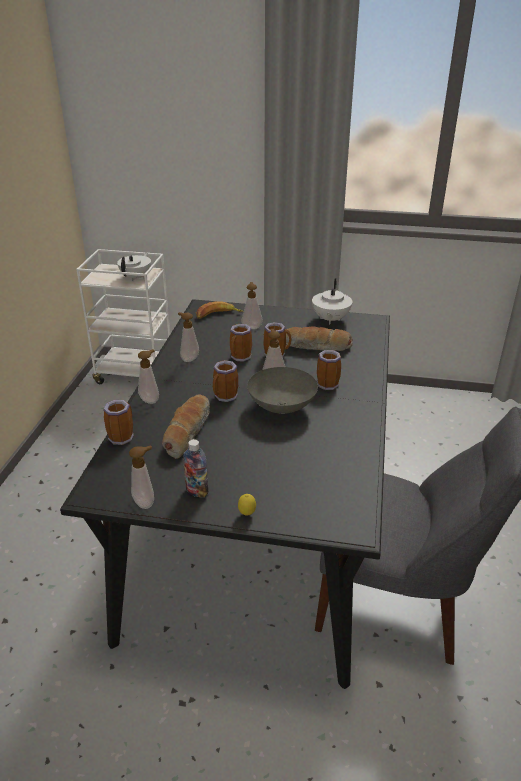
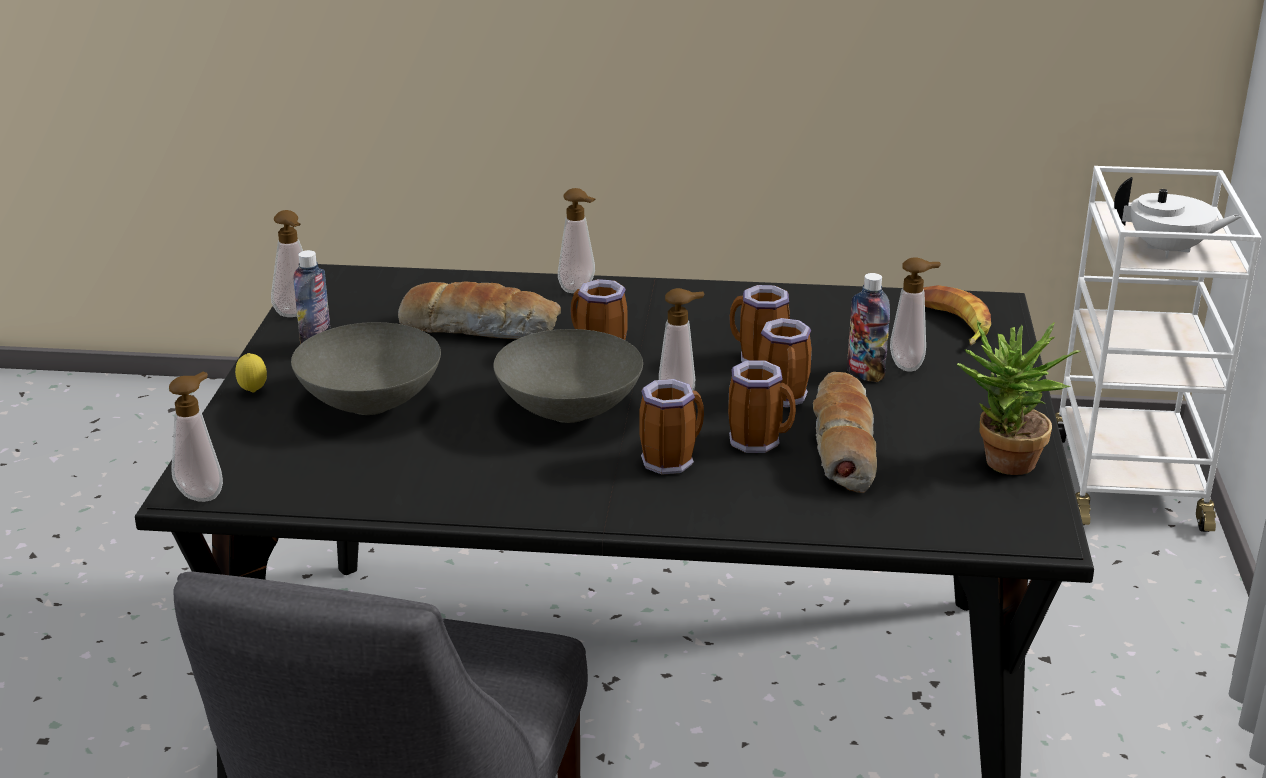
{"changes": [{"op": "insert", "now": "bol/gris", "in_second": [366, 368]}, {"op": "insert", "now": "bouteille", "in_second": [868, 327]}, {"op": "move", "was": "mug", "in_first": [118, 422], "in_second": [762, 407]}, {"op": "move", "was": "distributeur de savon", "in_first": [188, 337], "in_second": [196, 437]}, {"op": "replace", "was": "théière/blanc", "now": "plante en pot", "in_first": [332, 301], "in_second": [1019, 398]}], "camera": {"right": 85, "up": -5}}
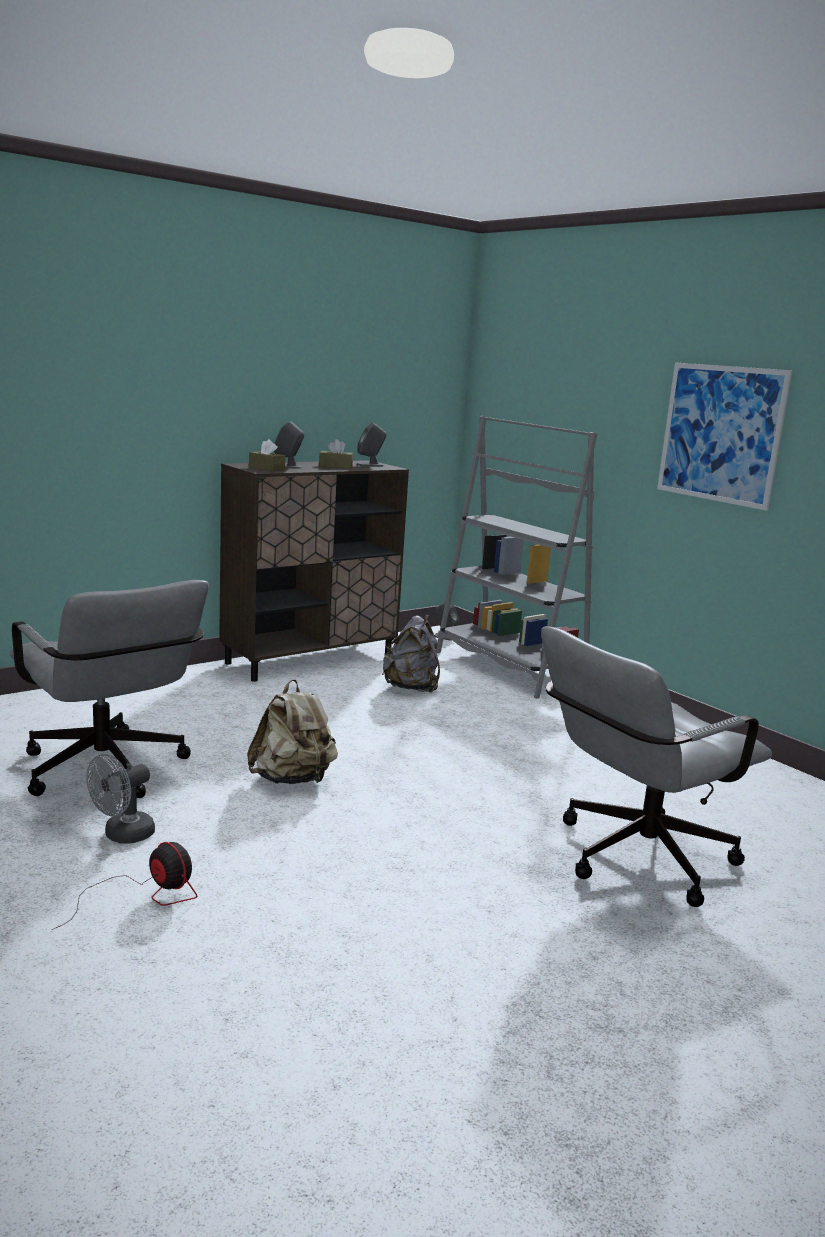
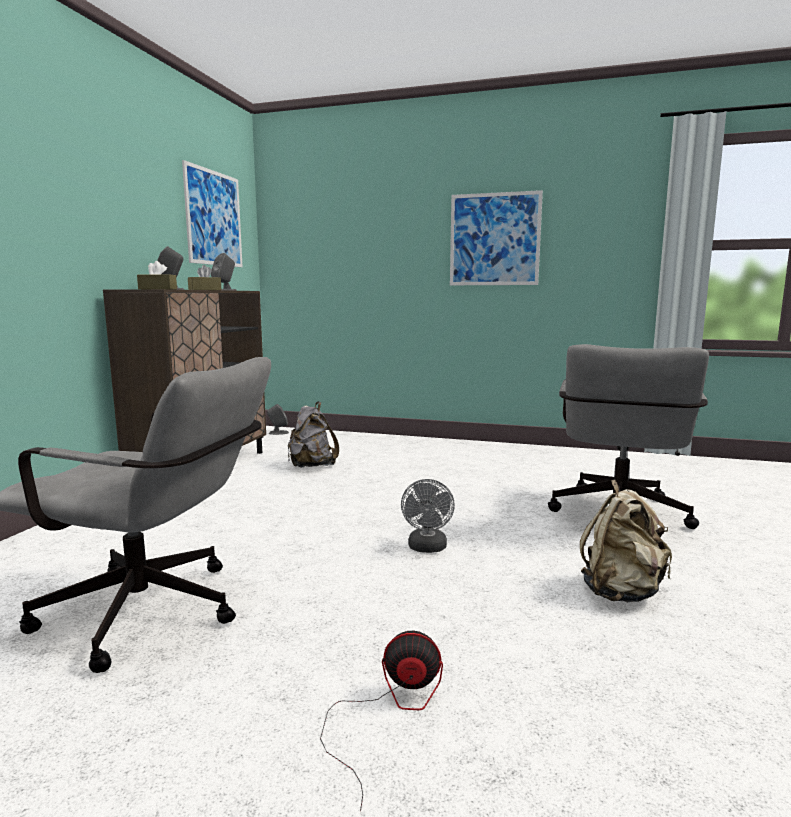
{"changes": [{"op": "delete", "was": "bibliothèque/gris", "in_first": [516, 557]}, {"op": "insert", "now": "tableau", "in_second": [212, 213]}, {"op": "move", "was": "ventilateur/gris", "in_first": [120, 799], "in_second": [428, 516]}, {"op": "move", "was": "sac à dos/beige", "in_first": [292, 731], "in_second": [626, 541]}], "camera": {"right": -35, "up": -5}}
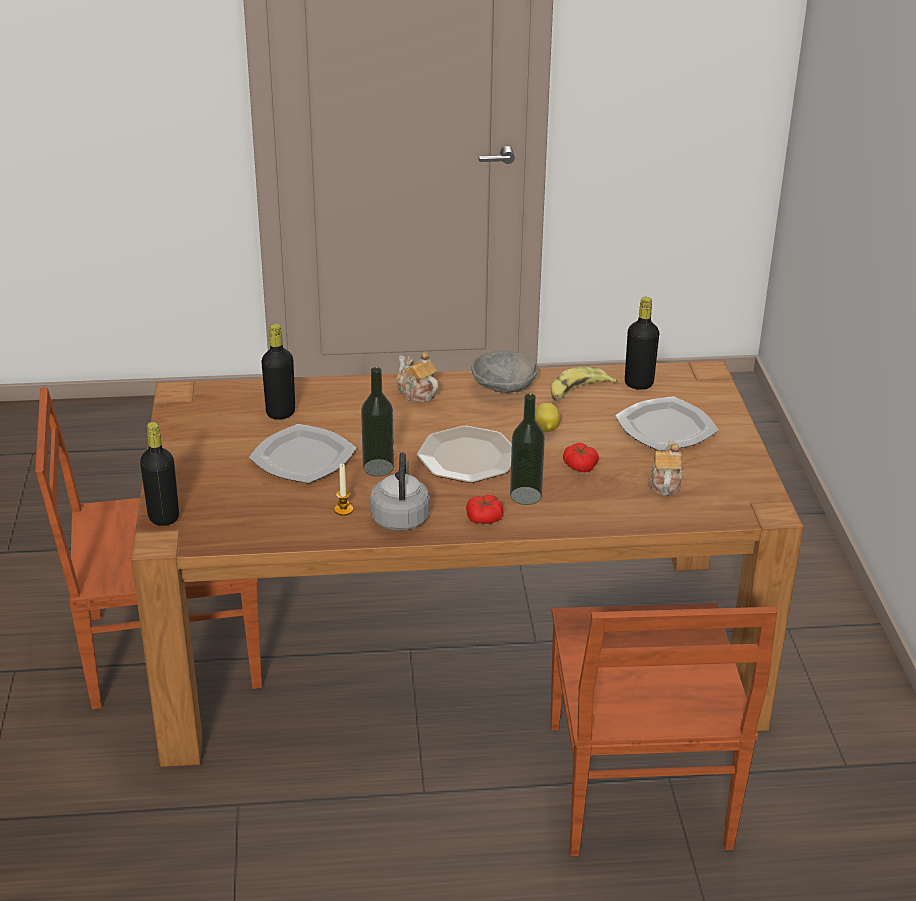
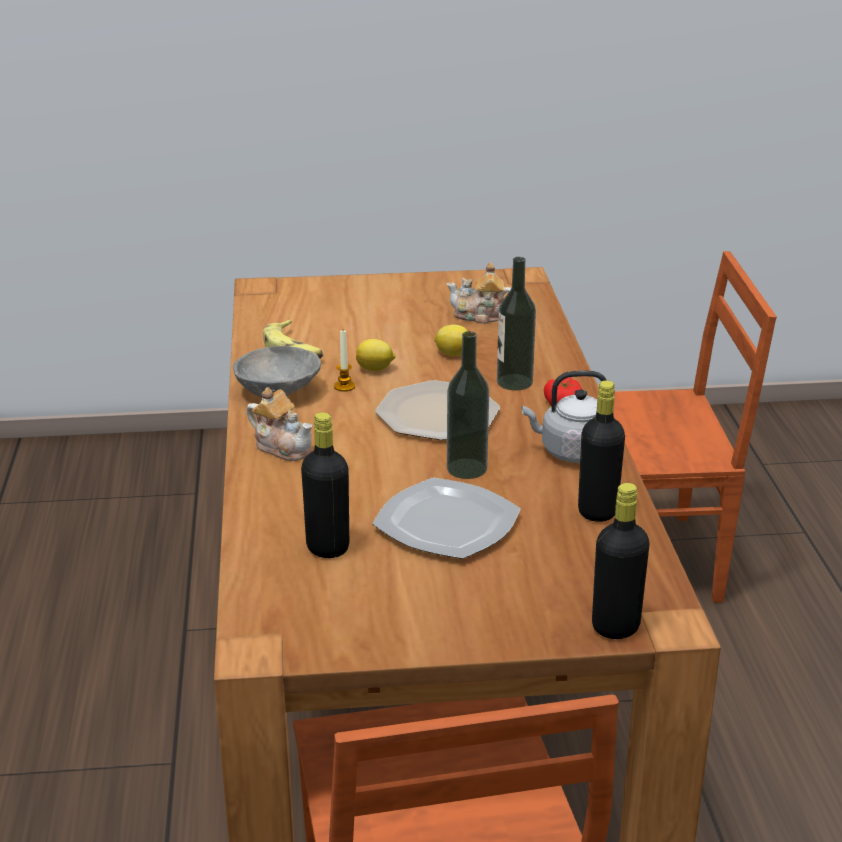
{"changes": [{"op": "delete", "was": "assiette", "in_first": [667, 423]}, {"op": "move", "was": "bougie", "in_first": [343, 489], "in_second": [344, 361]}, {"op": "move", "was": "bouteille/noir", "in_first": [642, 343], "in_second": [601, 451]}, {"op": "replace", "was": "tomate", "now": "citron", "in_first": [581, 457], "in_second": [451, 340]}, {"op": "rotate", "was": "théière", "in_first": [417, 377], "in_second": [279, 424], "clockwise": -105}], "camera": {"right": -90, "up": -5}}
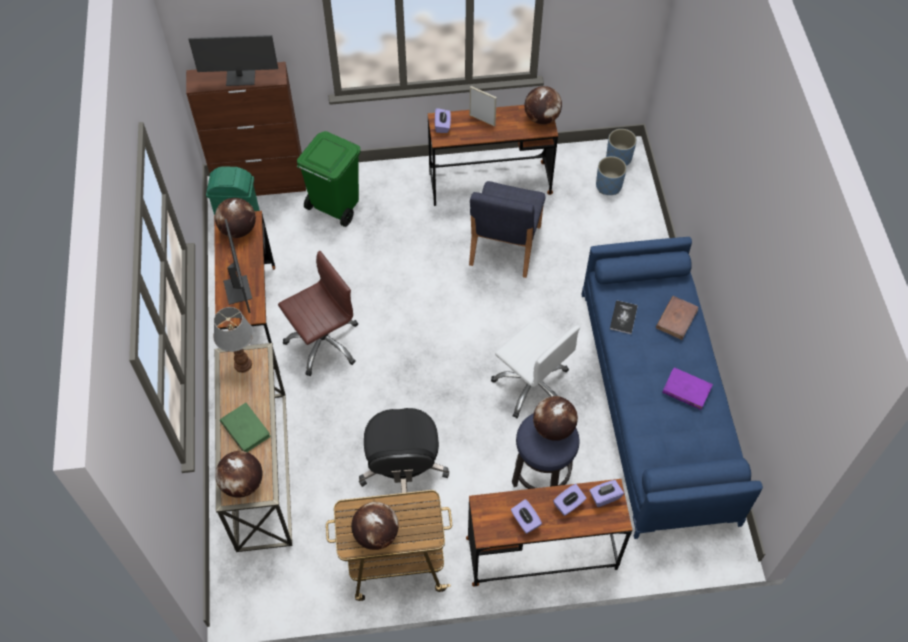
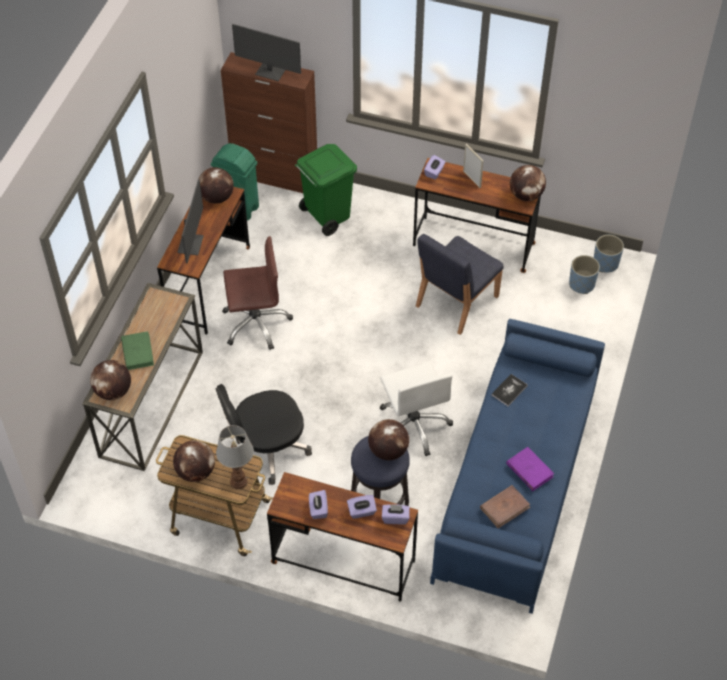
{"changes": [{"op": "move", "was": "lampe de table", "in_first": [233, 340], "in_second": [235, 457]}, {"op": "move", "was": "livre/marron", "in_first": [677, 318], "in_second": [505, 507]}, {"op": "rotate", "was": "chaise de bureau/noir", "in_first": [404, 459], "in_second": [264, 434], "clockwise": 45}], "camera": {"right": 25, "up": -5}}
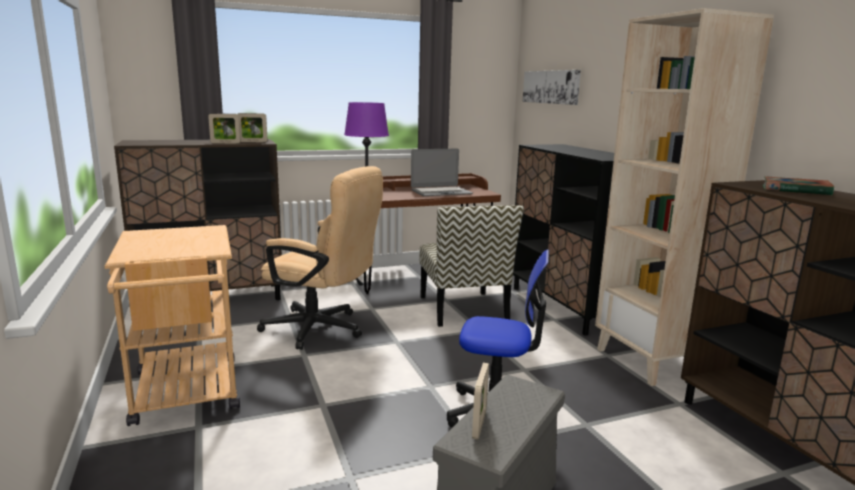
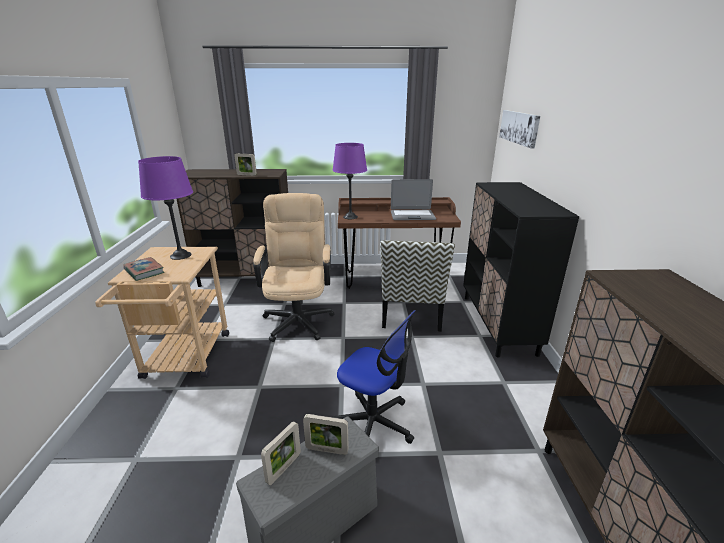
{"changes": [{"op": "delete", "was": "bibliothèque/beige", "in_first": [684, 197]}, {"op": "insert", "now": "lampe de table/violet", "in_second": [165, 208]}, {"op": "move", "was": "cadre photo", "in_first": [252, 127], "in_second": [326, 434]}, {"op": "move", "was": "livre", "in_first": [798, 185], "in_second": [143, 269]}, {"op": "rotate", "was": "chaise de bureau/beige", "in_first": [320, 258], "in_second": [294, 267], "clockwise": -135}], "camera": {"right": 20, "up": 10}}
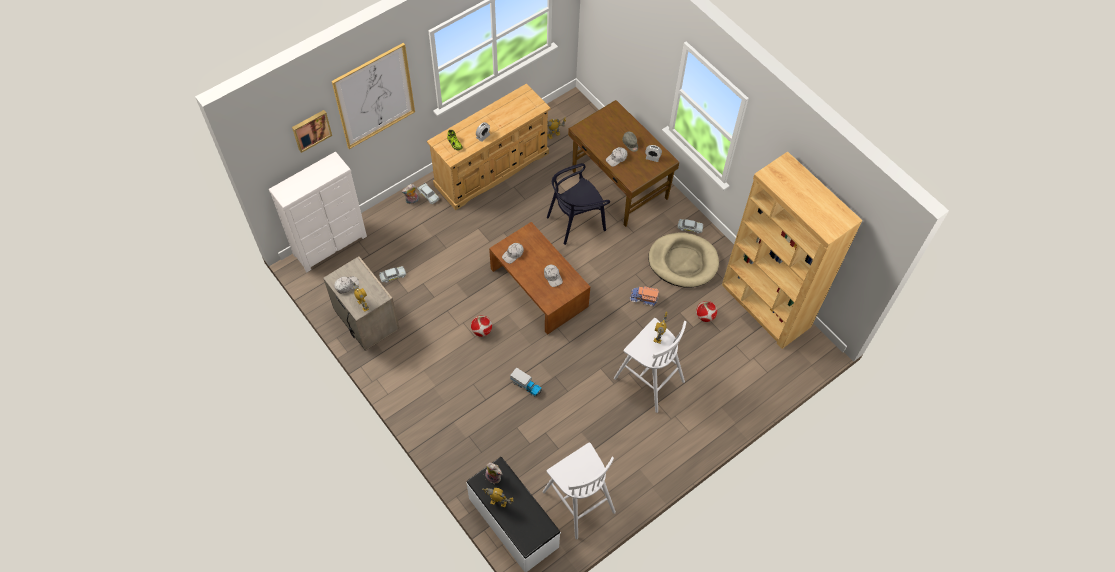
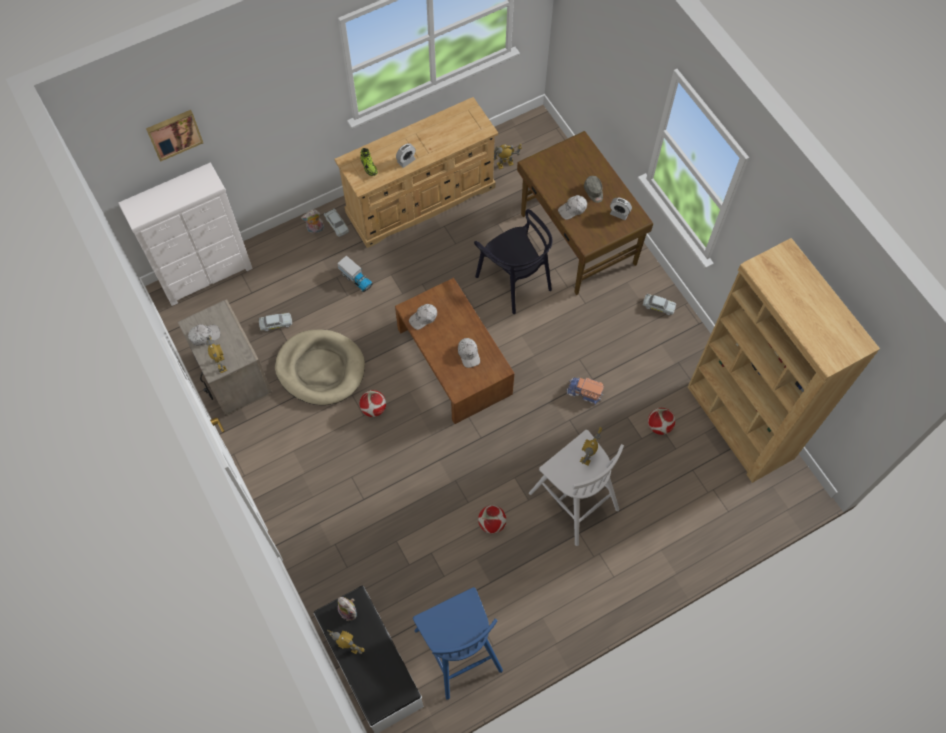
{"changes": [{"op": "delete", "was": "tableau", "in_first": [373, 96]}, {"op": "insert", "now": "ballon de foot", "in_second": [492, 519]}, {"op": "move", "was": "camion jouet", "in_first": [526, 382], "in_second": [355, 273]}, {"op": "move", "was": "panier pour chien/beige", "in_first": [683, 259], "in_second": [320, 367]}, {"op": "recolor", "was": "tabouret/blanc", "now": "tabouret/bleu", "in_first": [579, 491], "in_second": [458, 643]}, {"op": "rotate", "was": "chaise/noir", "in_first": [578, 204], "in_second": [513, 261], "clockwise": -105}], "camera": {"right": 10, "up": 5}}
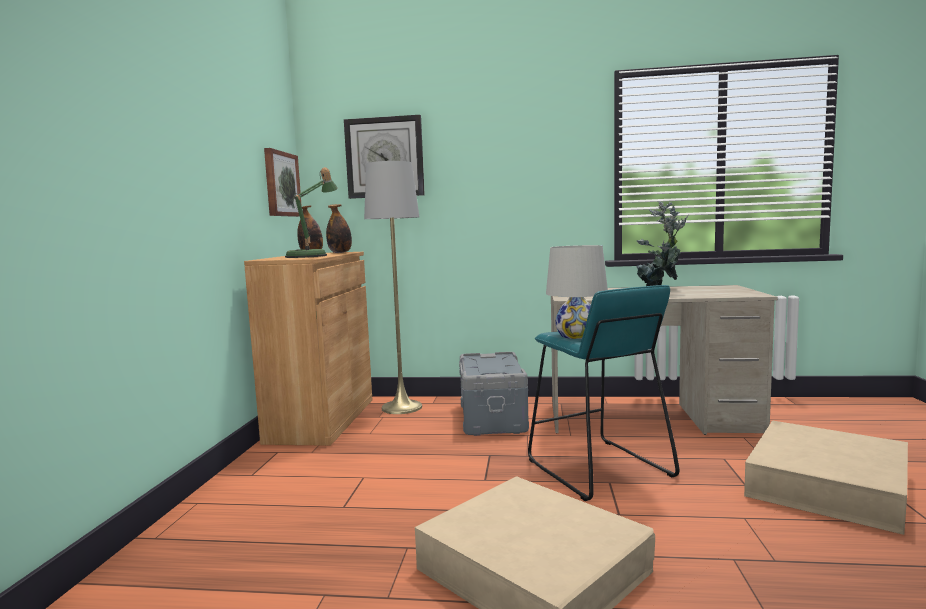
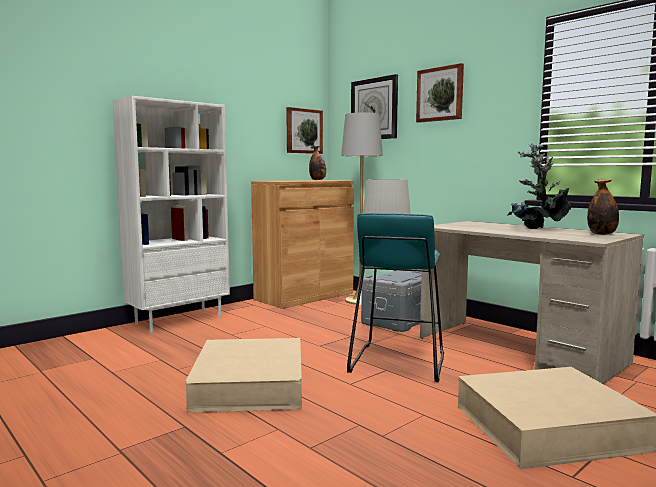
{"changes": [{"op": "delete", "was": "lampe de table", "in_first": [311, 212]}, {"op": "insert", "now": "bibliothèque/blanc", "in_second": [171, 214]}, {"op": "insert", "now": "tableau", "in_second": [440, 93]}, {"op": "move", "was": "bouteille", "in_first": [339, 228], "in_second": [603, 207]}], "camera": {"right": 40, "up": 0}}
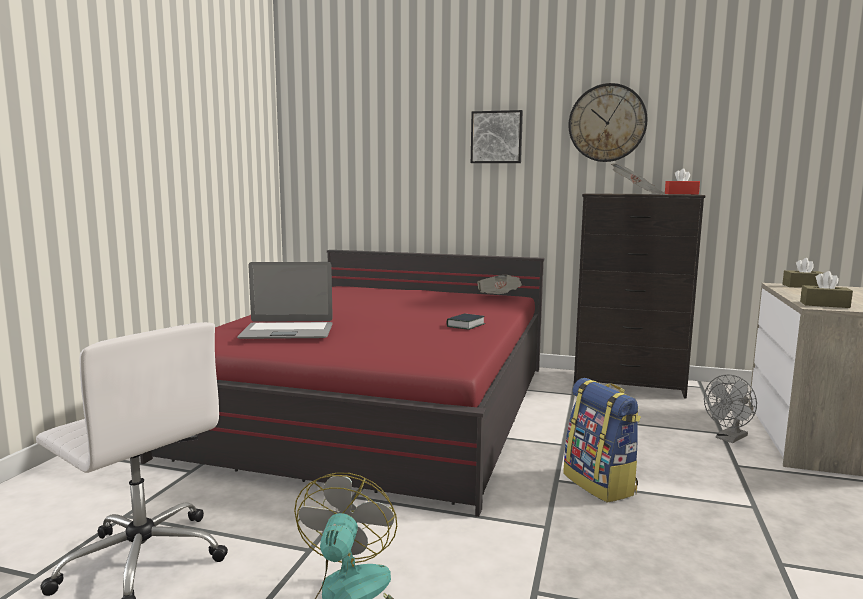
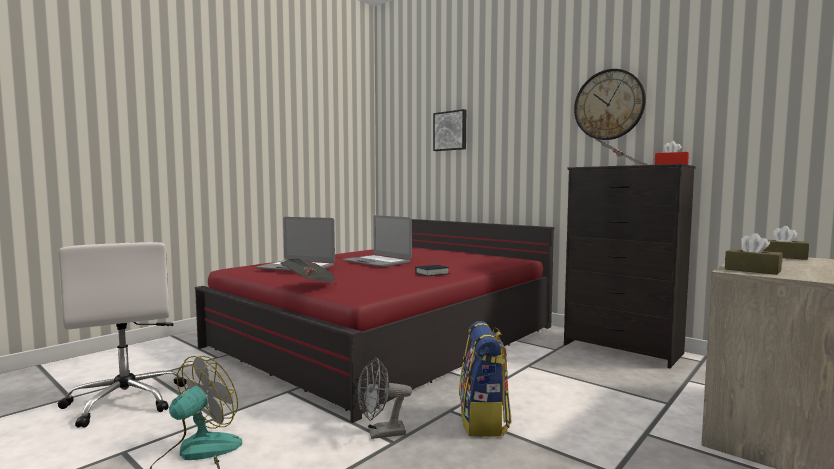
{"changes": [{"op": "insert", "now": "ordinateur portable", "in_second": [377, 241]}, {"op": "move", "was": "tableau", "in_first": [497, 136], "in_second": [449, 130]}, {"op": "move", "was": "journal", "in_first": [499, 284], "in_second": [308, 270]}, {"op": "move", "was": "ventilateur/gris", "in_first": [730, 409], "in_second": [384, 398]}], "camera": {"right": 25, "up": -5}}
